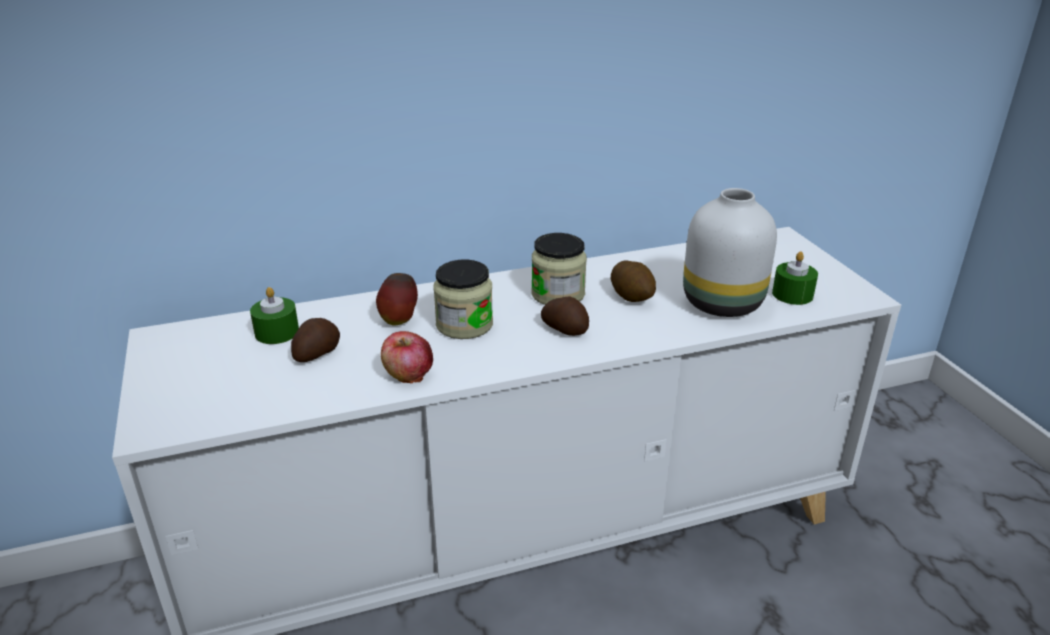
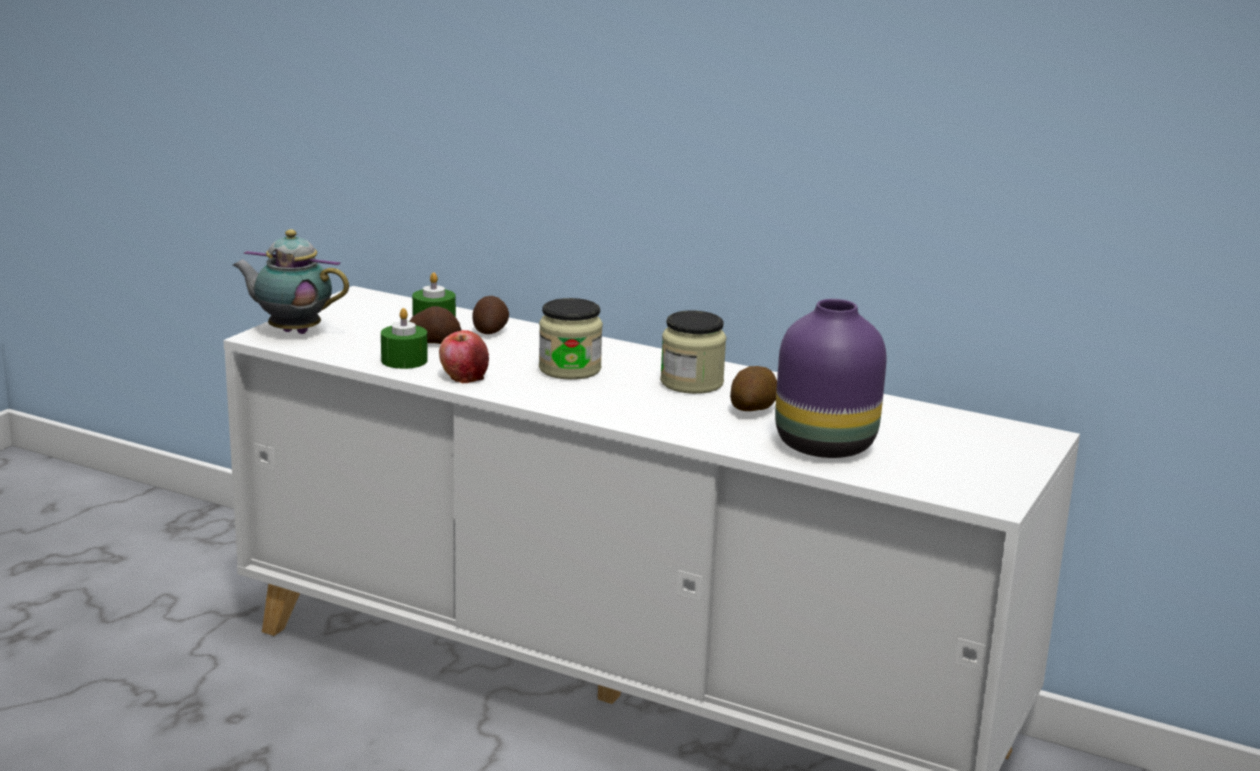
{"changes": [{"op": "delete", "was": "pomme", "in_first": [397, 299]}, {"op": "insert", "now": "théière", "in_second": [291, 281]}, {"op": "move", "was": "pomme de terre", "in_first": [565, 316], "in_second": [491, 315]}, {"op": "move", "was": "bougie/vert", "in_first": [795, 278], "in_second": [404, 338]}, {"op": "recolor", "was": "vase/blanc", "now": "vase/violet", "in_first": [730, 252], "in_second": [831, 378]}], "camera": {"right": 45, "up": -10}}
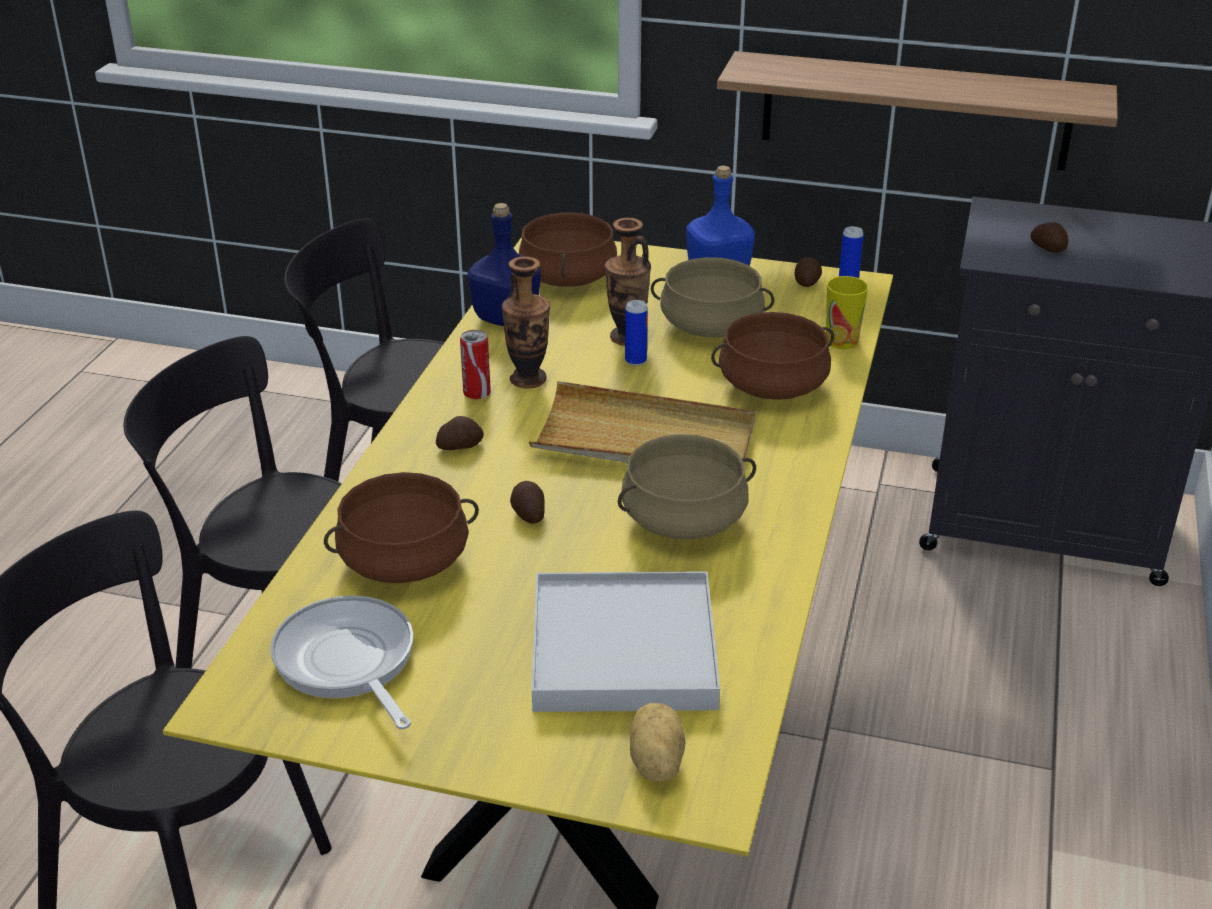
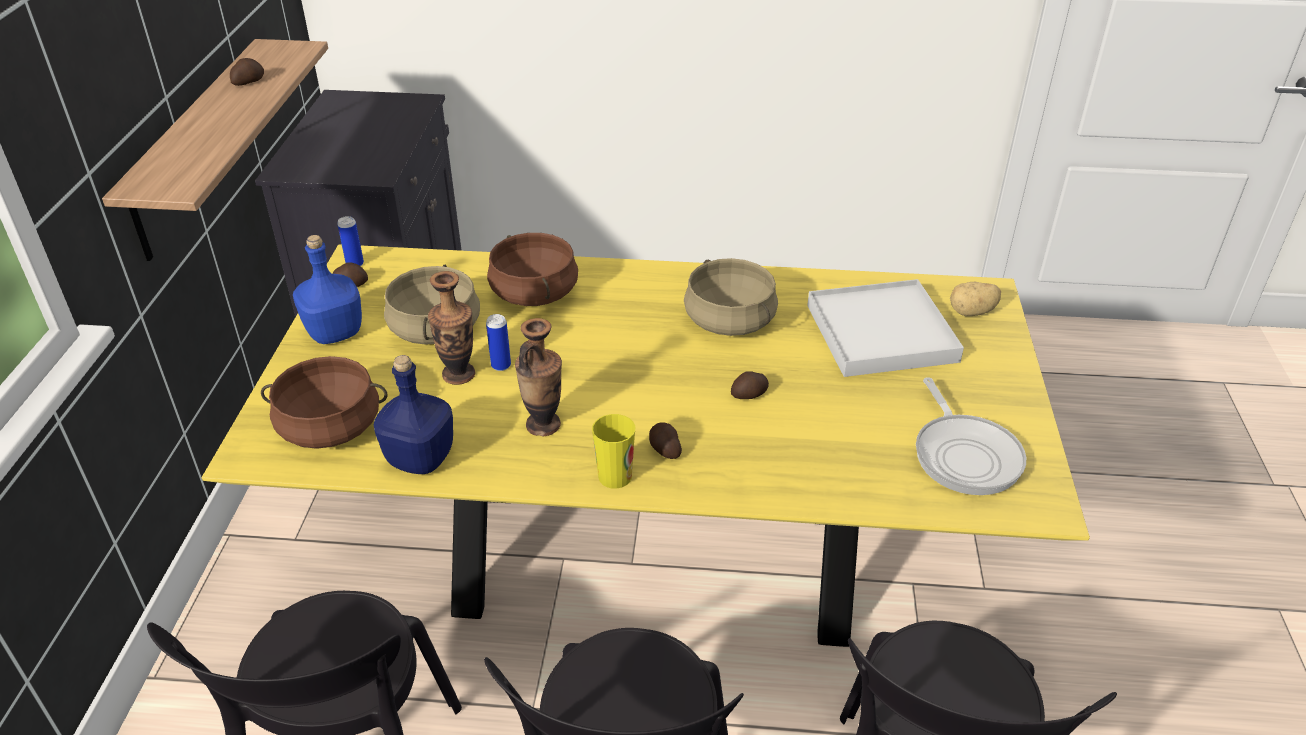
{"changes": [{"op": "delete", "was": "marmite/marron", "in_first": [401, 527]}, {"op": "delete", "was": "boîte métallique", "in_first": [475, 364]}, {"op": "delete", "was": "plateau/beige", "in_first": [642, 422]}, {"op": "move", "was": "tasse", "in_first": [847, 312], "in_second": [613, 451]}, {"op": "move", "was": "pomme de terre", "in_first": [1049, 237], "in_second": [247, 72]}, {"op": "rotate", "was": "poêle", "in_first": [341, 662], "in_second": [971, 436], "clockwise": -60}], "camera": {"right": -100, "up": 5}}
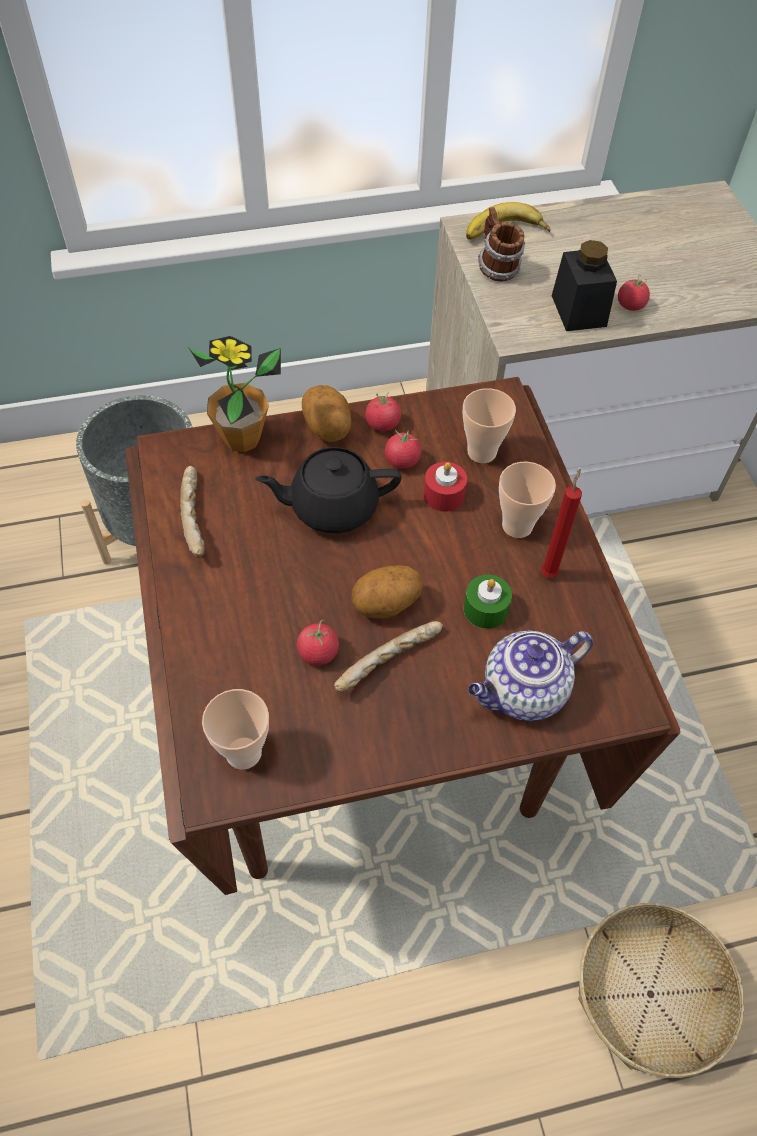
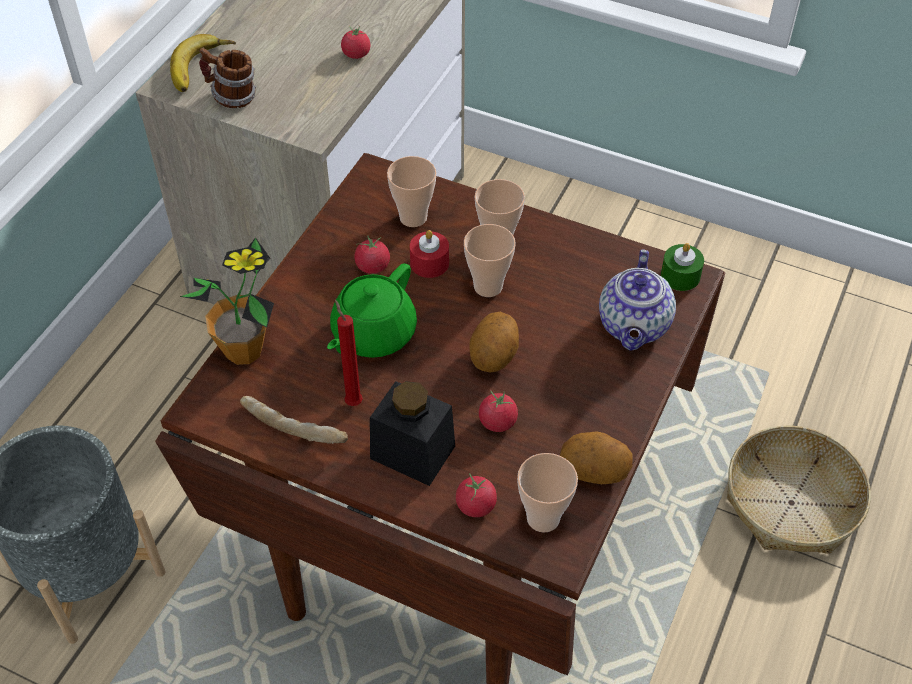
{"changes": [{"op": "delete", "was": "pain", "in_first": [388, 657]}, {"op": "insert", "now": "tasse", "in_second": [489, 260]}, {"op": "move", "was": "pomme de terre", "in_first": [326, 413], "in_second": [596, 457]}, {"op": "move", "was": "tomate", "in_first": [383, 411], "in_second": [476, 495]}, {"op": "move", "was": "bougie/vert", "in_first": [488, 602], "in_second": [682, 267]}, {"op": "move", "was": "bougie/rouge", "in_first": [561, 523], "in_second": [349, 353]}, {"op": "move", "was": "bocal/noir", "in_first": [584, 285], "in_second": [412, 433]}, {"op": "recolor", "was": "théière/noir", "now": "théière/vert", "in_first": [328, 490], "in_second": [372, 310]}], "camera": {"right": -50, "up": -5}}
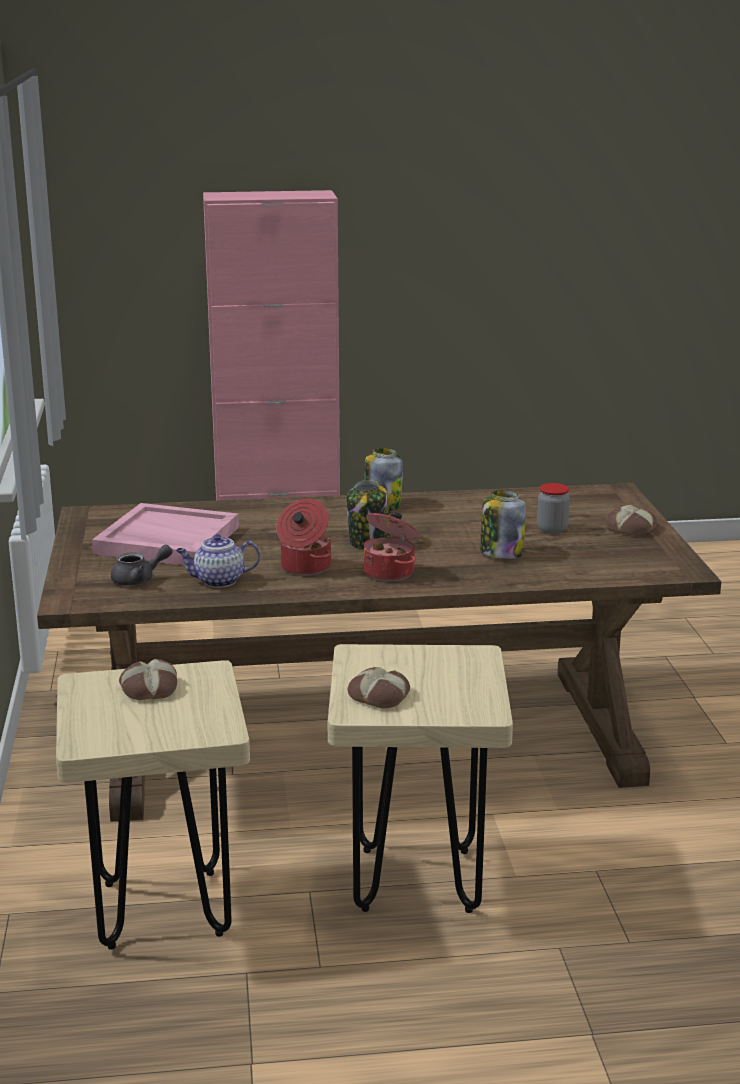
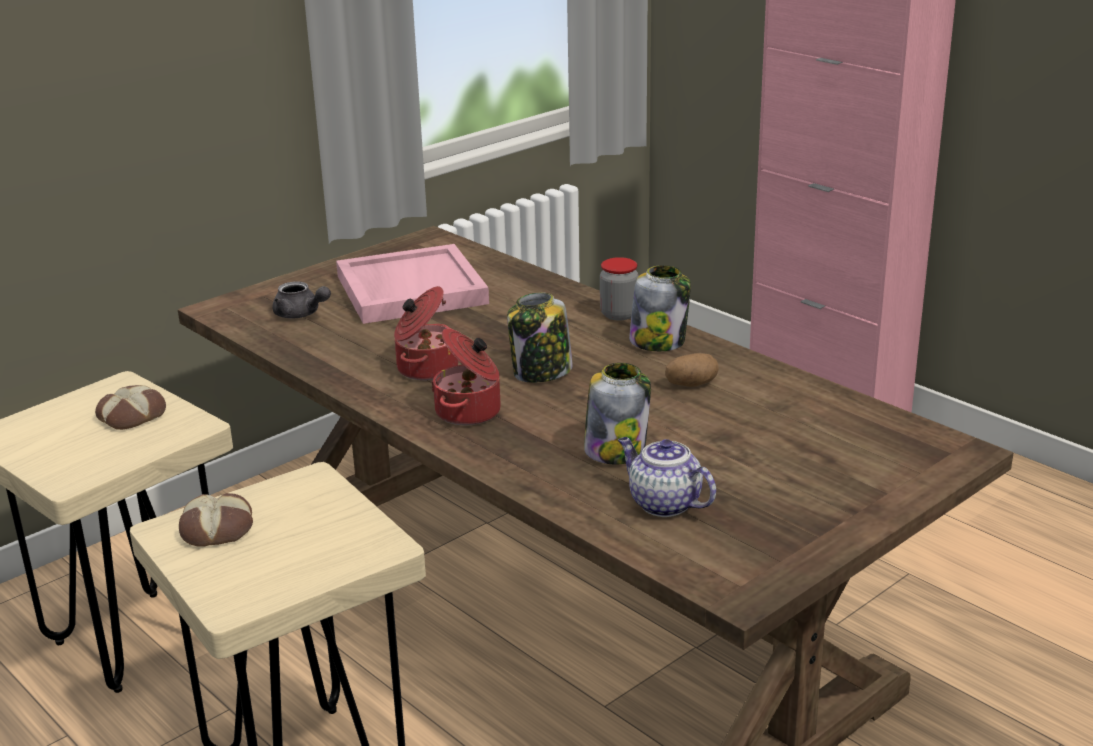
{"changes": [{"op": "delete", "was": "pain", "in_first": [631, 520]}, {"op": "insert", "now": "pomme de terre", "in_second": [692, 370]}, {"op": "move", "was": "théière", "in_first": [218, 561], "in_second": [667, 477]}, {"op": "move", "was": "bocal", "in_first": [553, 508], "in_second": [619, 288]}], "camera": {"right": 55, "up": 5}}
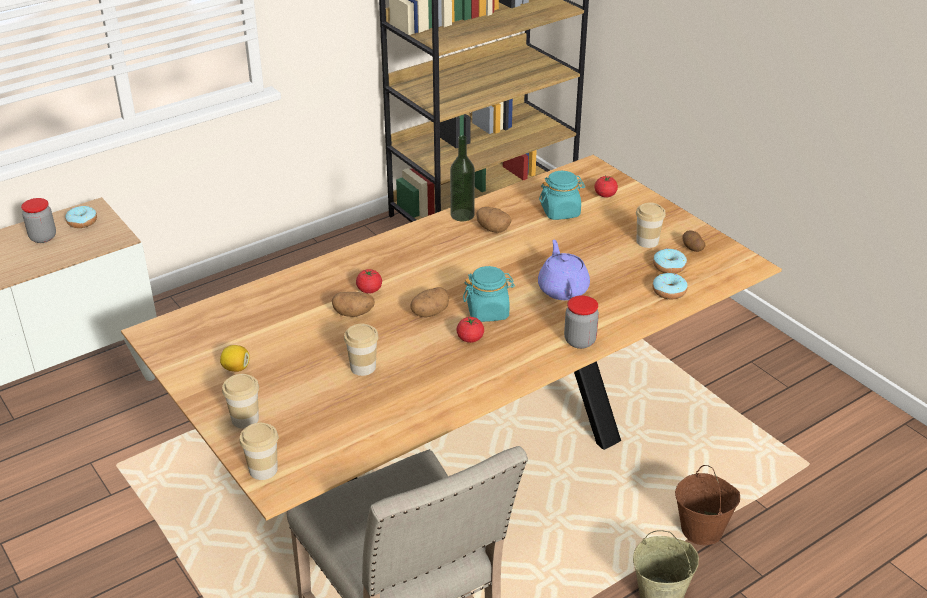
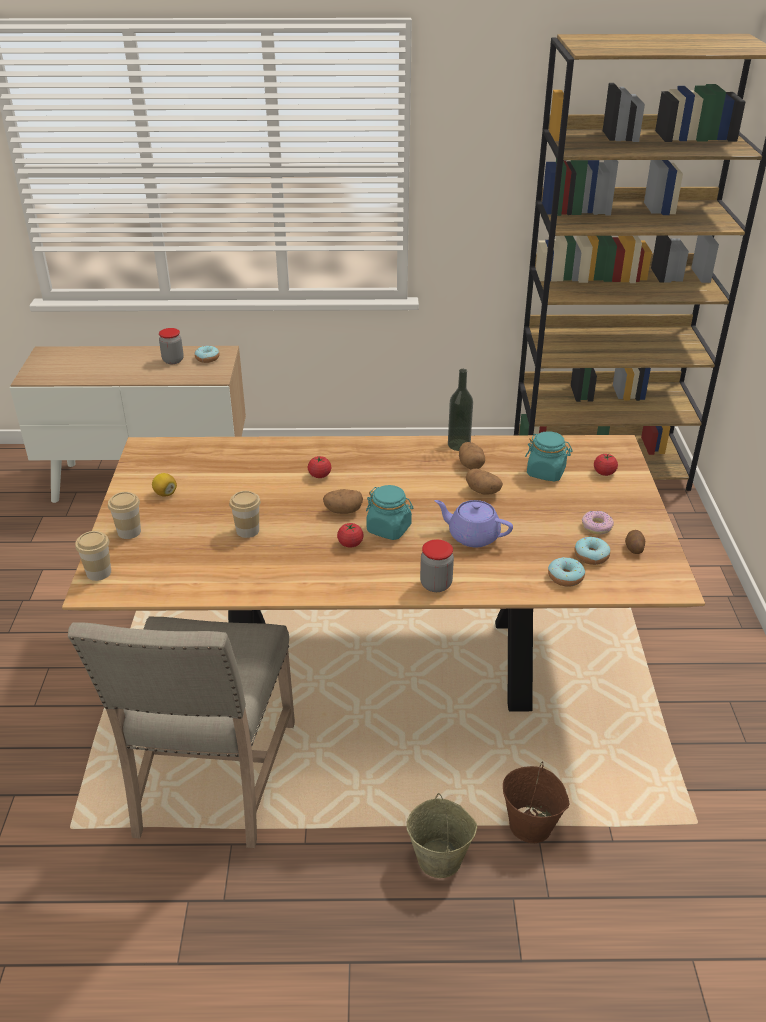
{"changes": [{"op": "move", "was": "pomme de terre", "in_first": [353, 304], "in_second": [484, 482]}, {"op": "replace", "was": "tasse", "now": "beignet", "in_first": [651, 225], "in_second": [598, 522]}, {"op": "rotate", "was": "théière/violet", "in_first": [564, 270], "in_second": [473, 523], "clockwise": -90}], "camera": {"right": 35, "up": 0}}
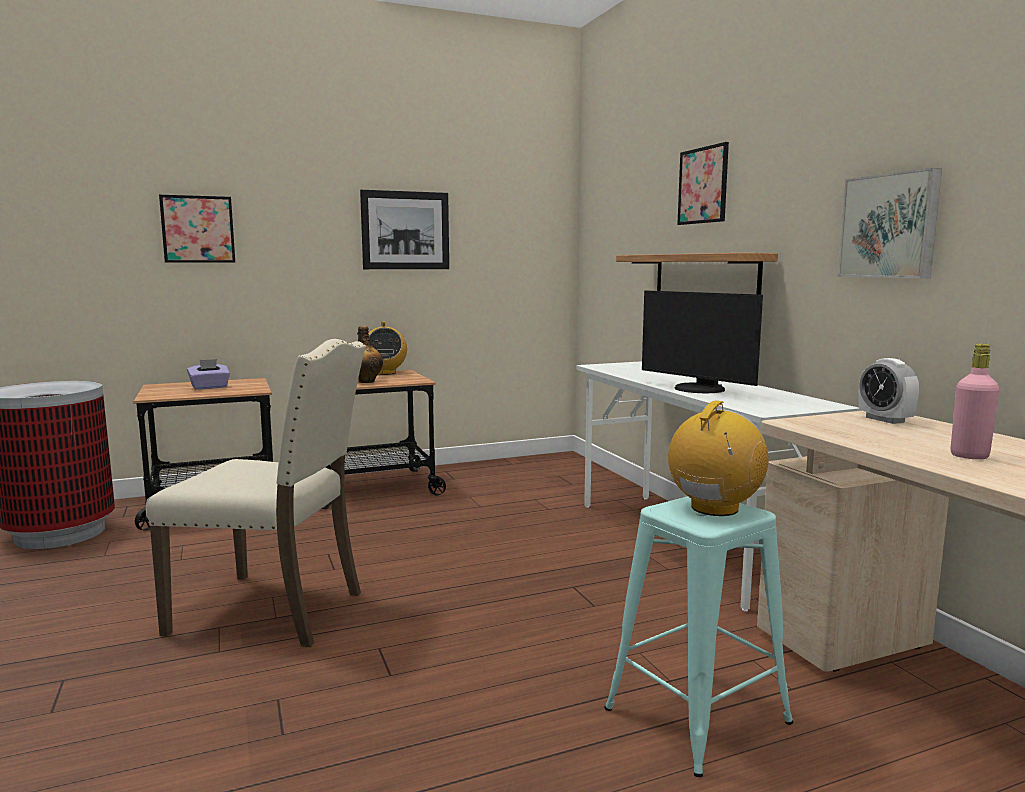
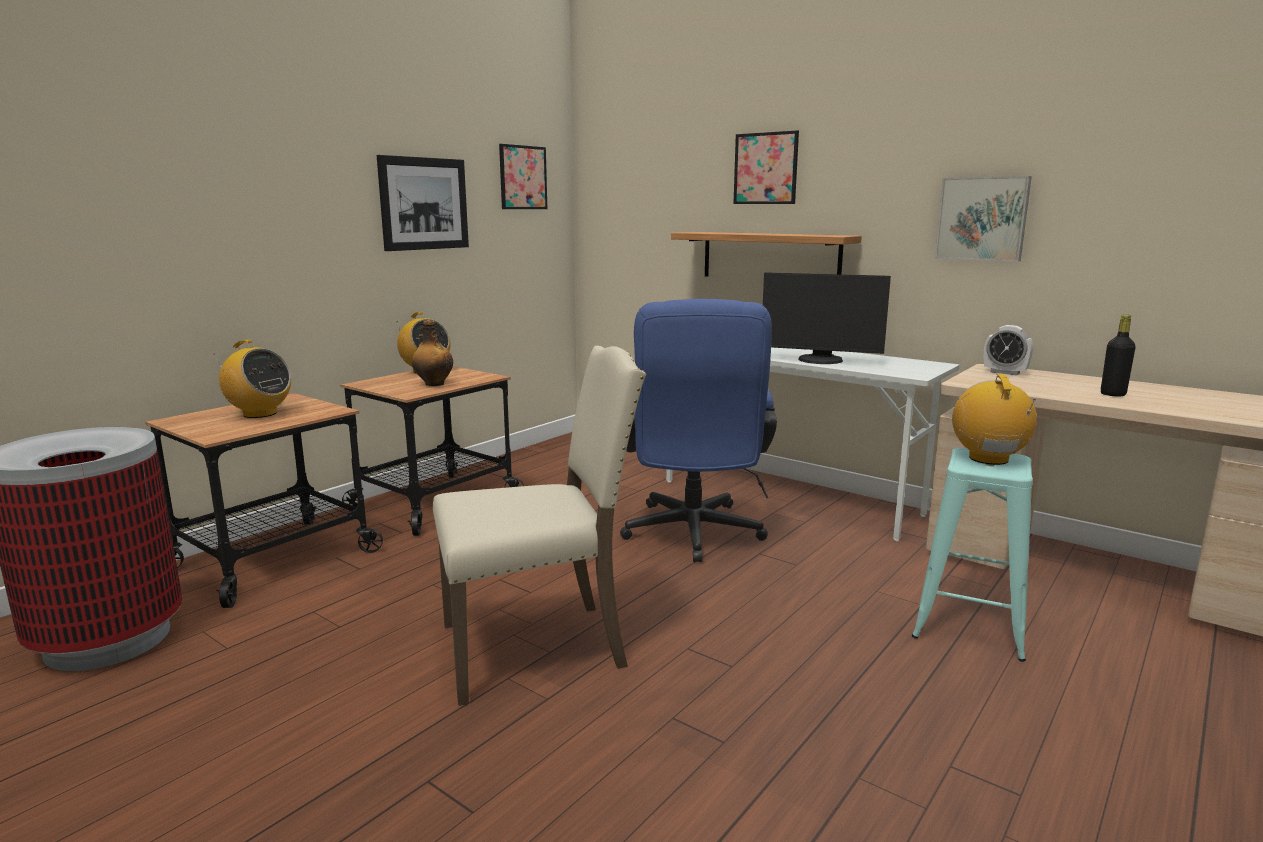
{"changes": [{"op": "insert", "now": "chaise de bureau/bleu", "in_second": [698, 430]}, {"op": "move", "was": "tableau", "in_first": [197, 229], "in_second": [523, 176]}, {"op": "replace", "was": "boîte à mouchoirs/violet", "now": "radio", "in_first": [208, 374], "in_second": [252, 379]}, {"op": "recolor", "was": "bouteille/rose", "now": "bouteille/noir", "in_first": [975, 401], "in_second": [1118, 355]}], "camera": {"right": -30, "up": 5}}
